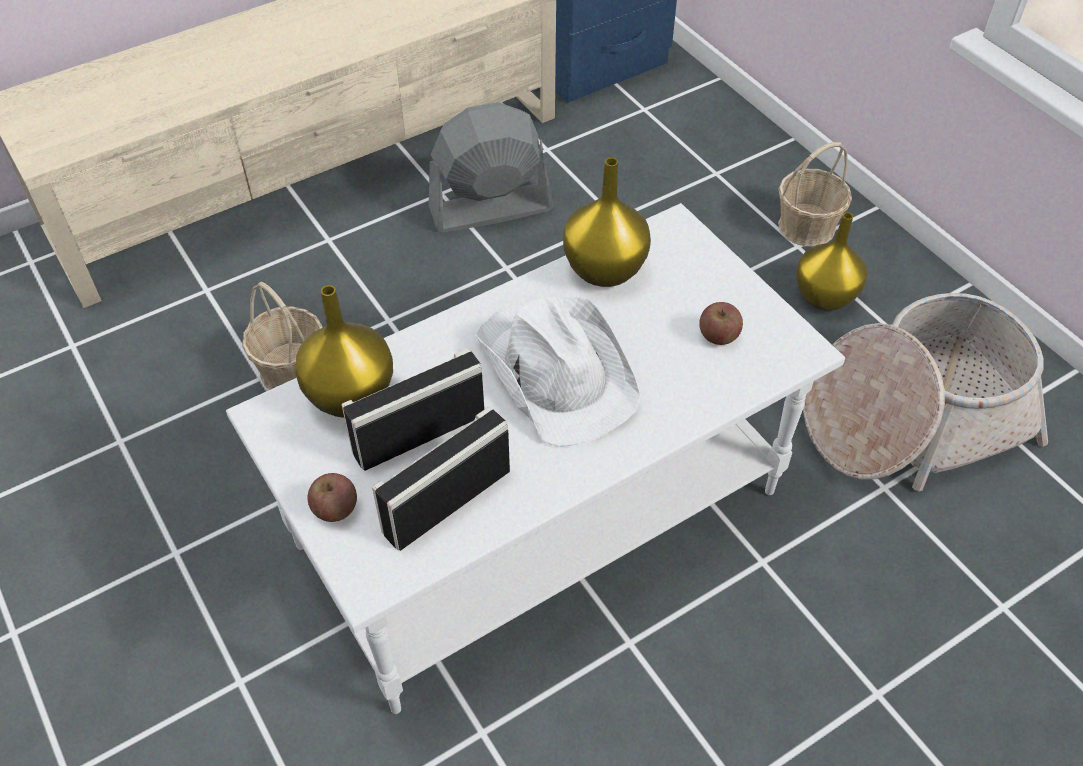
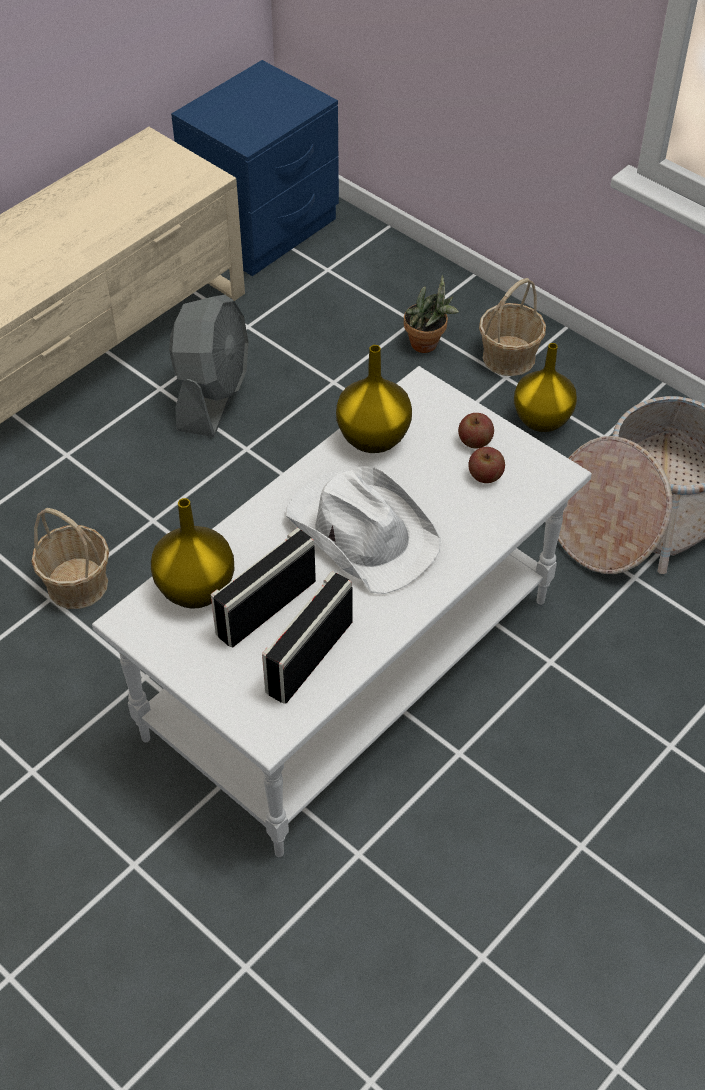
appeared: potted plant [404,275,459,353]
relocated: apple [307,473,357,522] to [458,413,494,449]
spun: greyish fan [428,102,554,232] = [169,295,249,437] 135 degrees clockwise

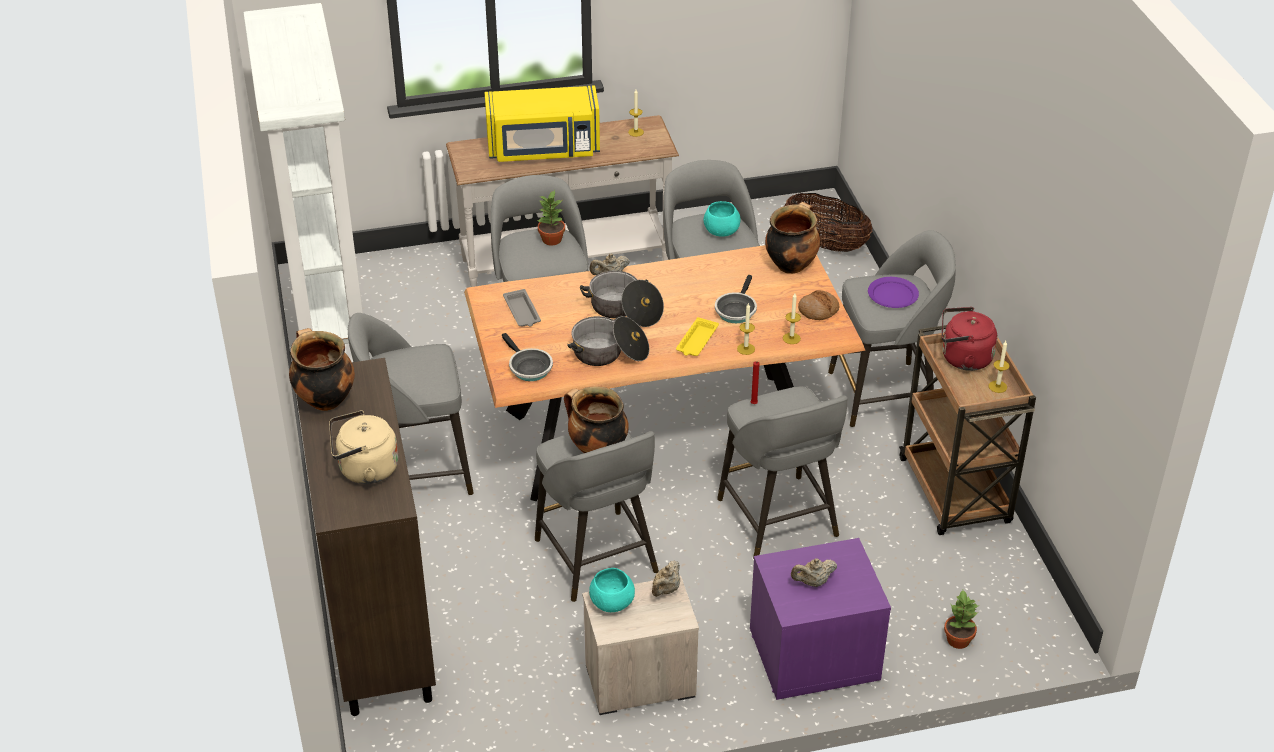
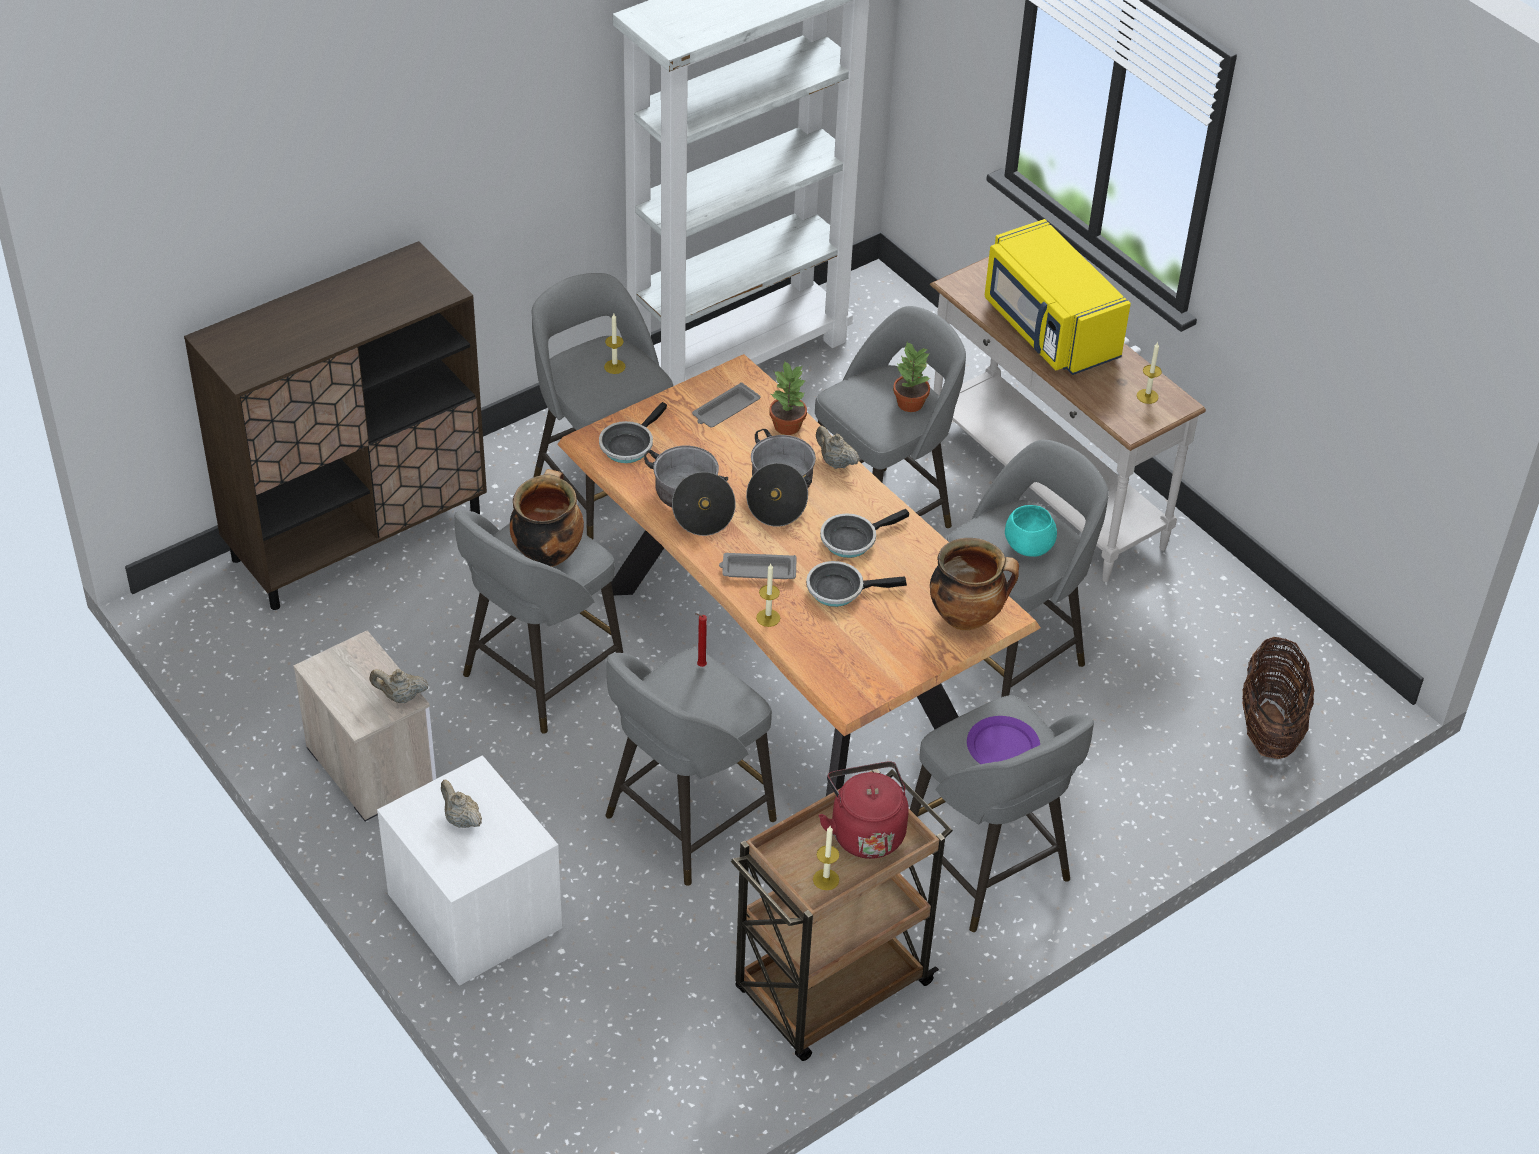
missing: stockpot [289,328,355,411]; beige water kettle [329,410,398,484]; blue-green serving bowl [589,568,635,612]; bread [798,290,839,320]
appeared: pan [820,509,909,558]
relocated: wax light [783,293,801,344] to [604,314,626,374]; potted plant [944,590,980,649] to [769,361,807,435]
colour: purple-coloured night table [750,538,891,700] to whitish night table [377,755,562,986]; yellow serving tray [676,317,719,356] to greyish serving tray [719,553,797,579]

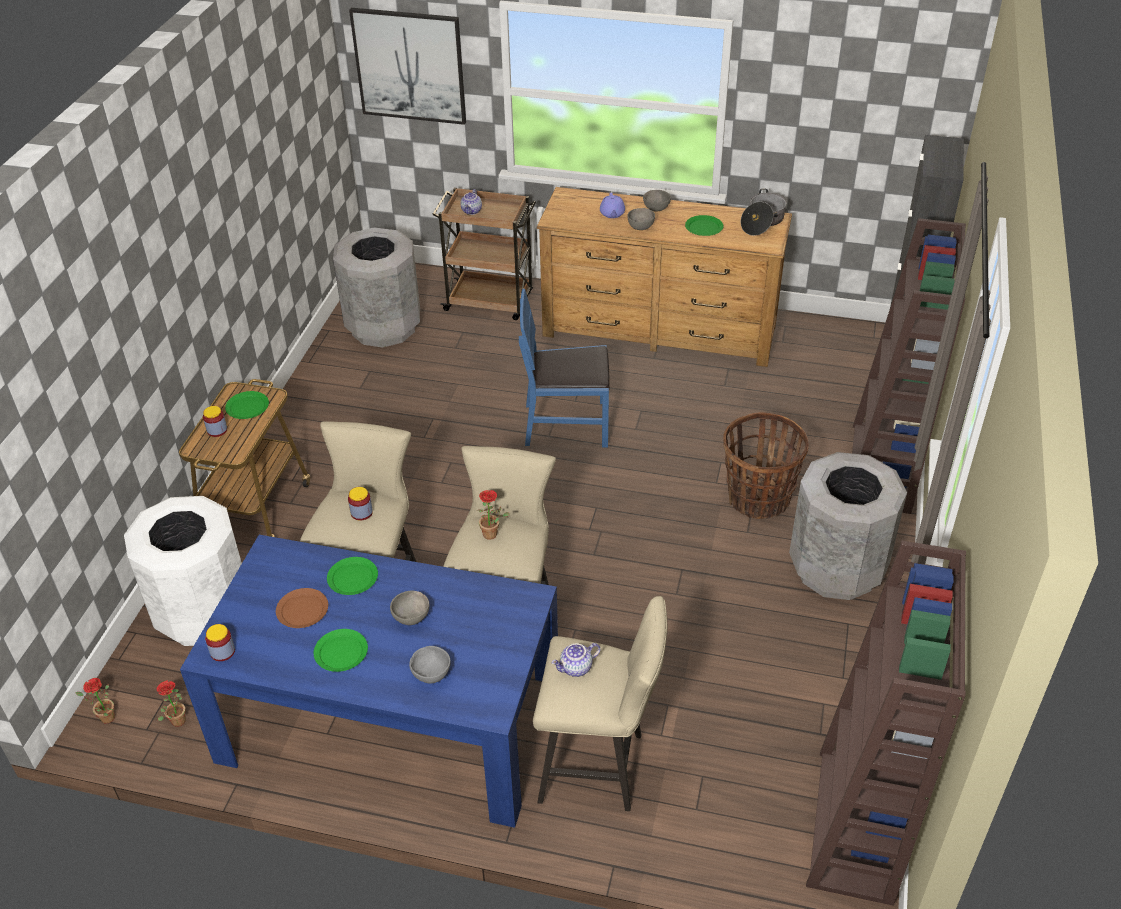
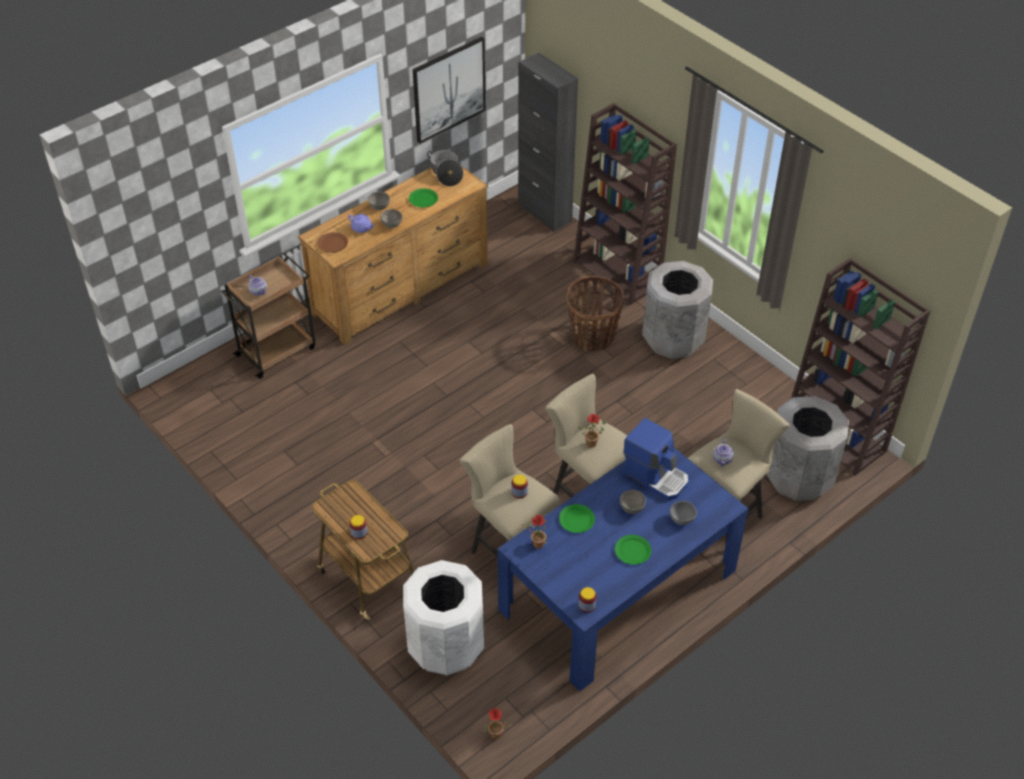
missing: green flat dish [225,391,269,419]; bluish chair [519,289,610,448]
appeared: coffee machine [622,418,689,500]
relocated: brown-coloured flat dish [276,588,328,628] to [318,232,348,253]; wall art [349,8,466,125] to [413,37,486,144]; potted plant [157,680,186,727] to [522,515,548,549]; greyish rubbish bin [333,228,420,347] to [767,396,849,501]

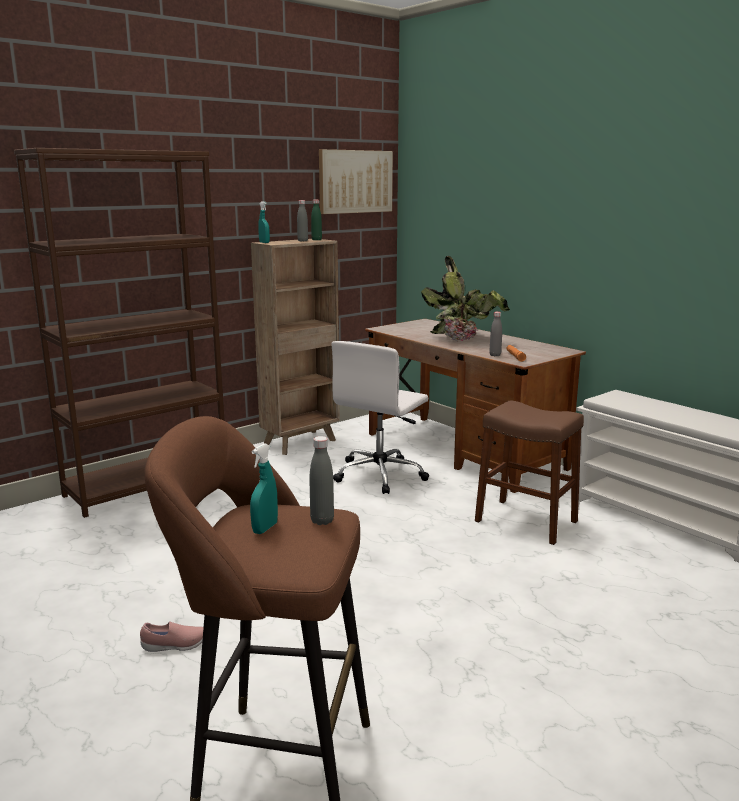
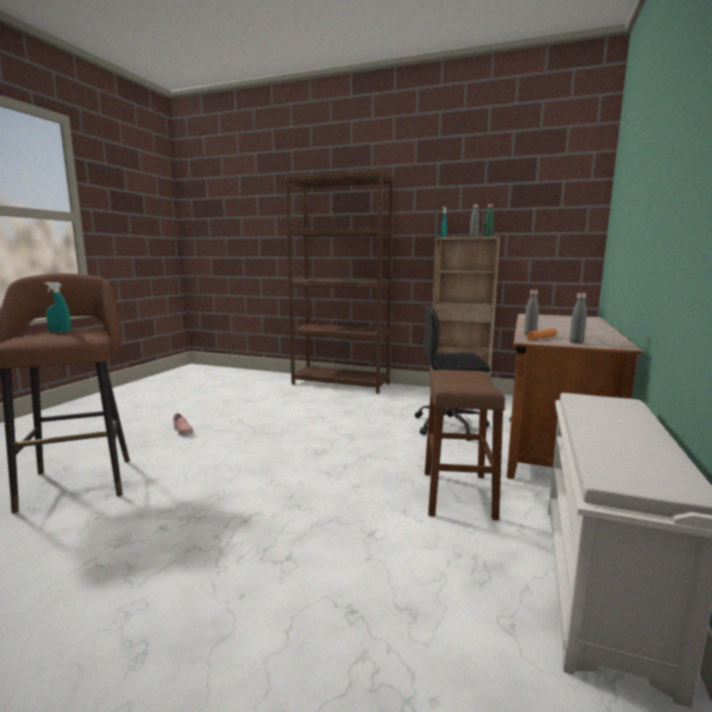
missing: wall art [319,149,393,214]; potted plant [421,256,510,341]
relocated: greyish beverage bottle [309,436,334,525] to [570,293,587,344]
colour: whitish office chair [331,341,429,494] to black office chair [415,305,490,441]

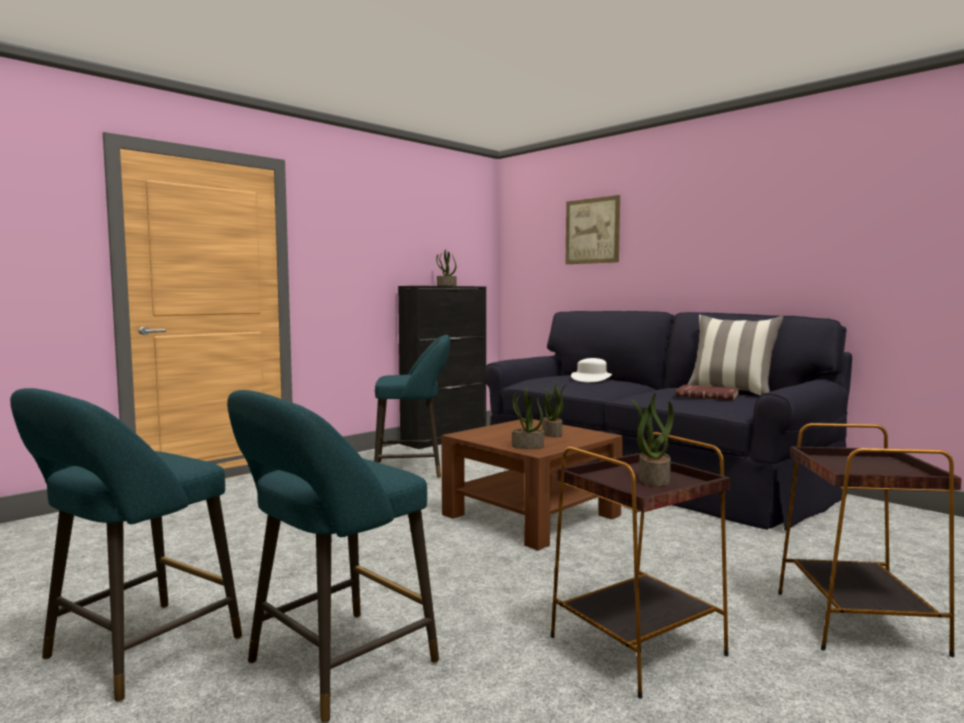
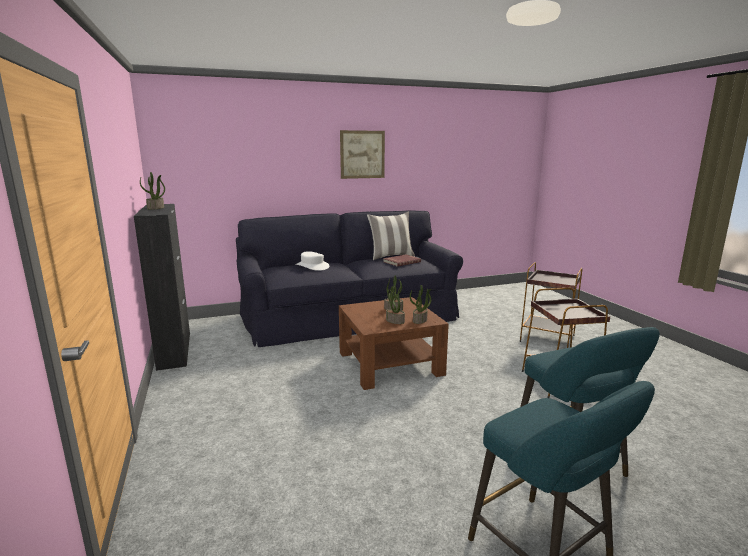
missing: blue-green stool seat [374,335,450,478]
relocated: wall art [566,195,620,264] to [340,130,385,179]; potted plant [631,392,674,487] to [386,285,405,324]

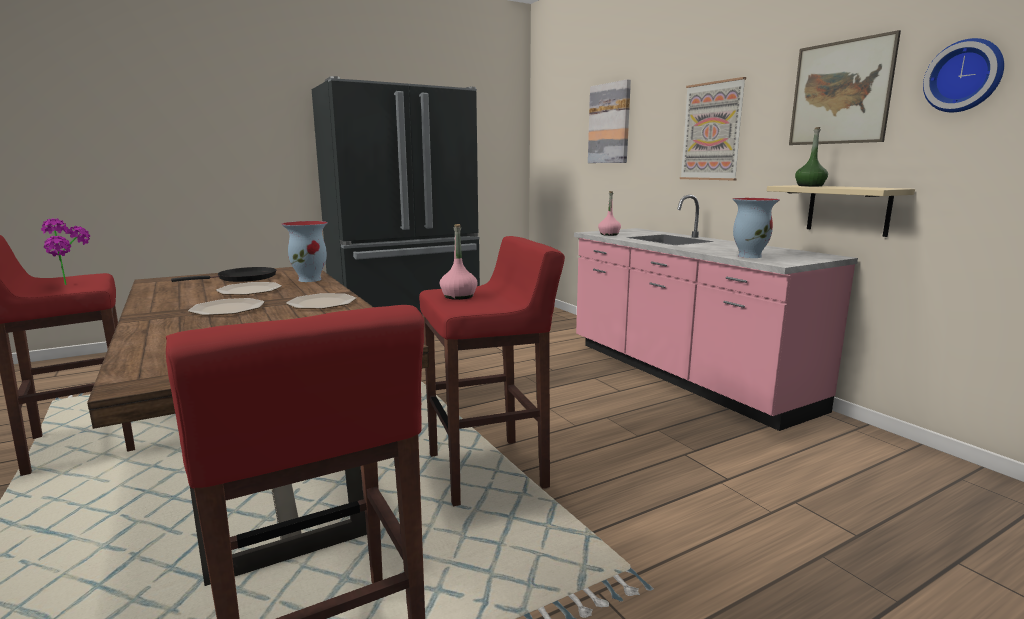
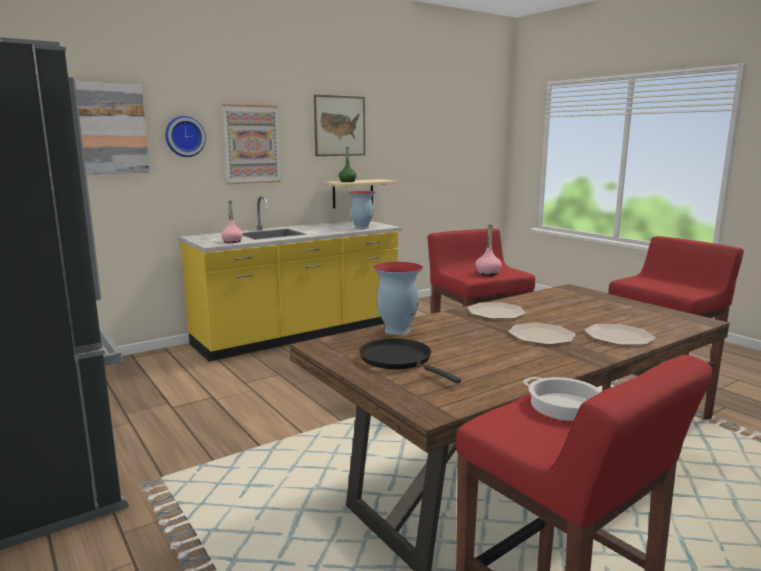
relocated: hanging clock [923,38,1004,112] to [165,116,206,157]; flat dish [216,282,282,295] to [584,324,655,345]
exchanged: potted plant [41,218,90,285] to stockpot [523,377,602,421]
colour: pink-coloured counter [574,195,858,431] to yellow counter [179,196,402,362]

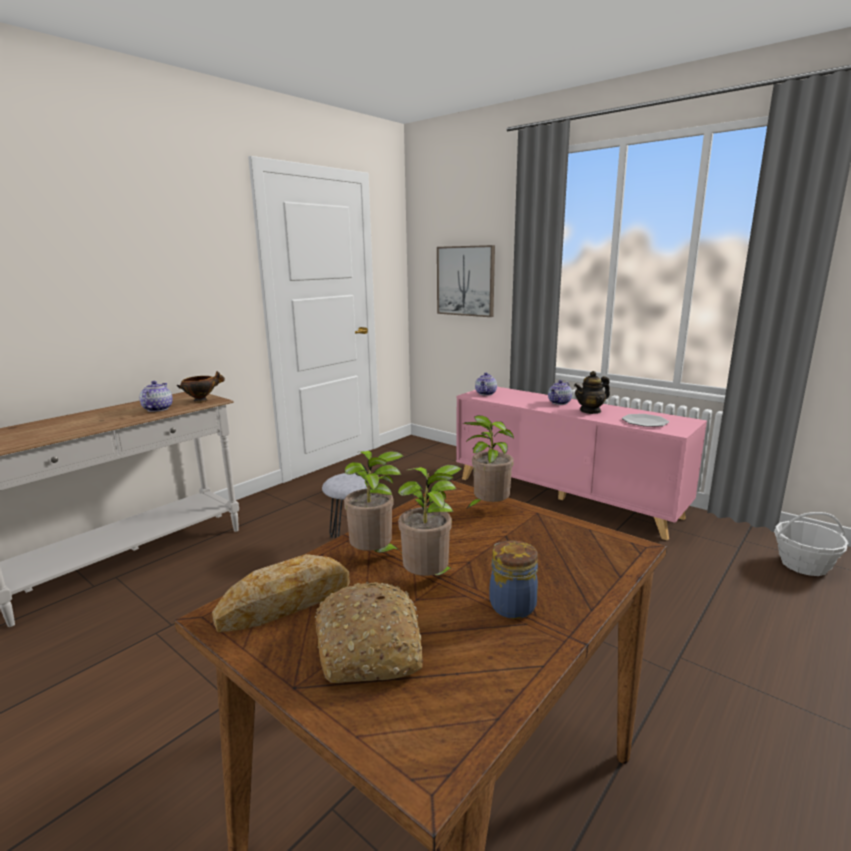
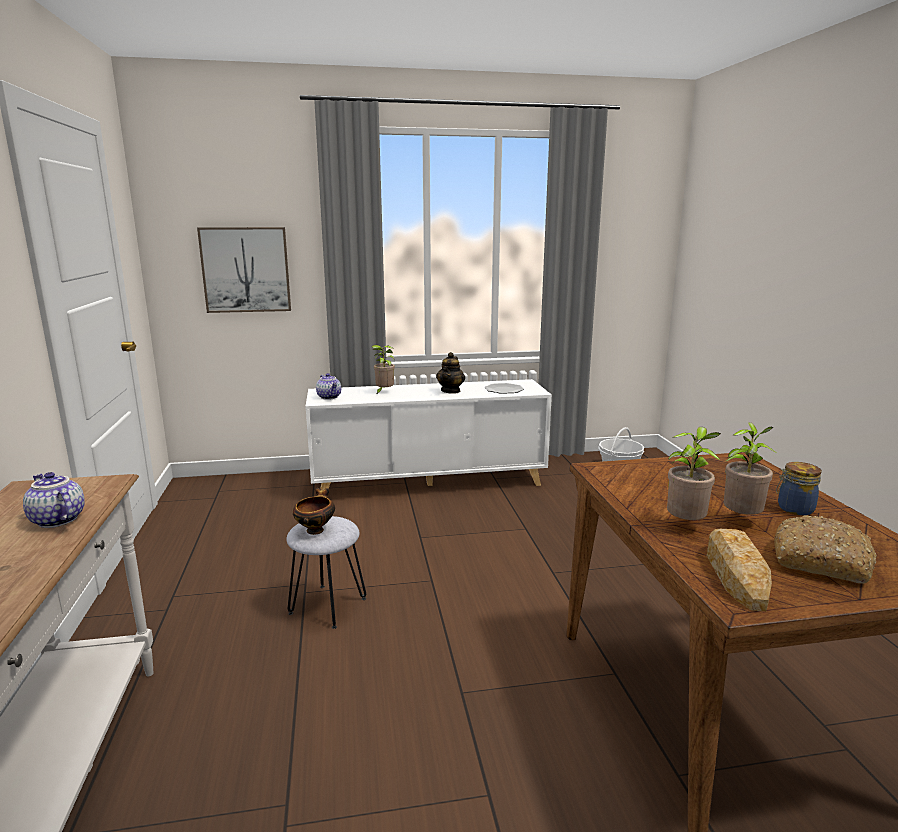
missing: tea pot [548,380,572,405]
relocated: serving bowl [177,371,225,403] to [293,488,335,535]; potted plant [462,415,514,509] to [371,345,395,395]
colour: pink-coloured cupboard [456,387,707,541] to whitish cupboard [305,379,552,490]

